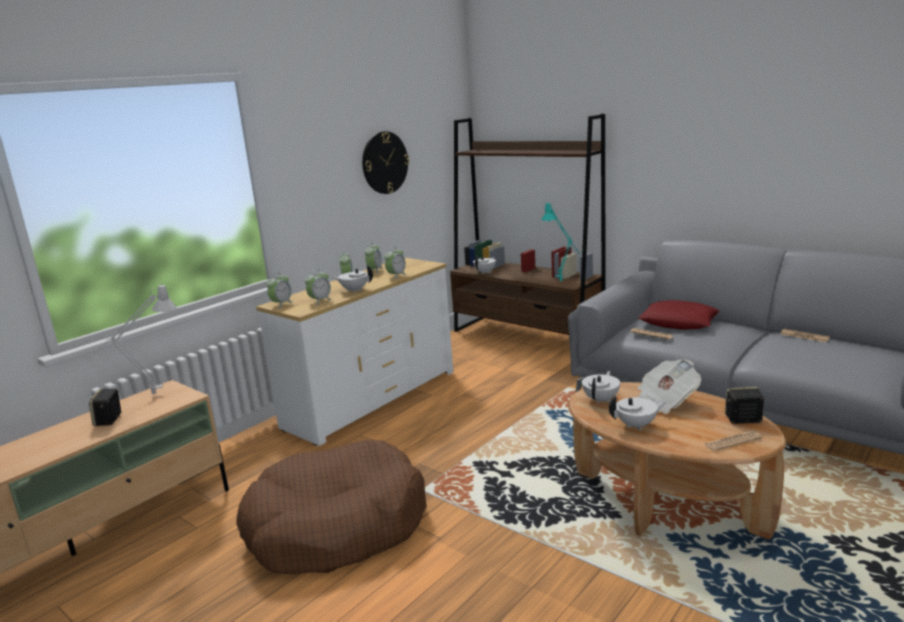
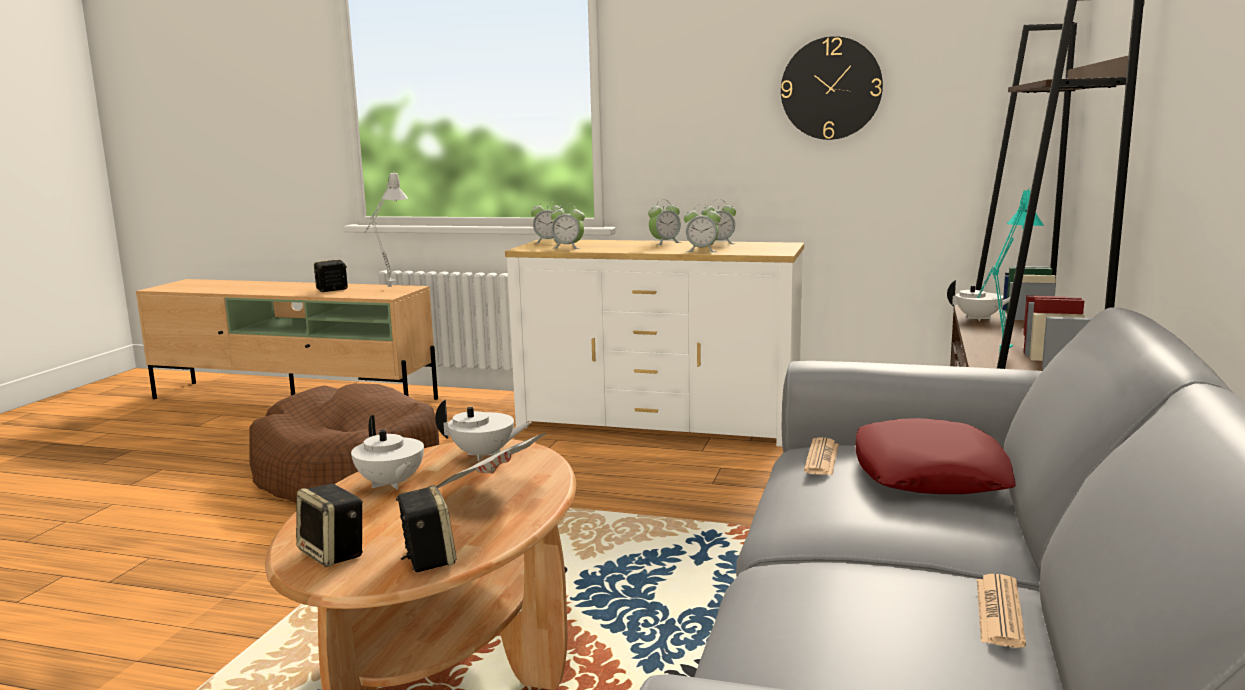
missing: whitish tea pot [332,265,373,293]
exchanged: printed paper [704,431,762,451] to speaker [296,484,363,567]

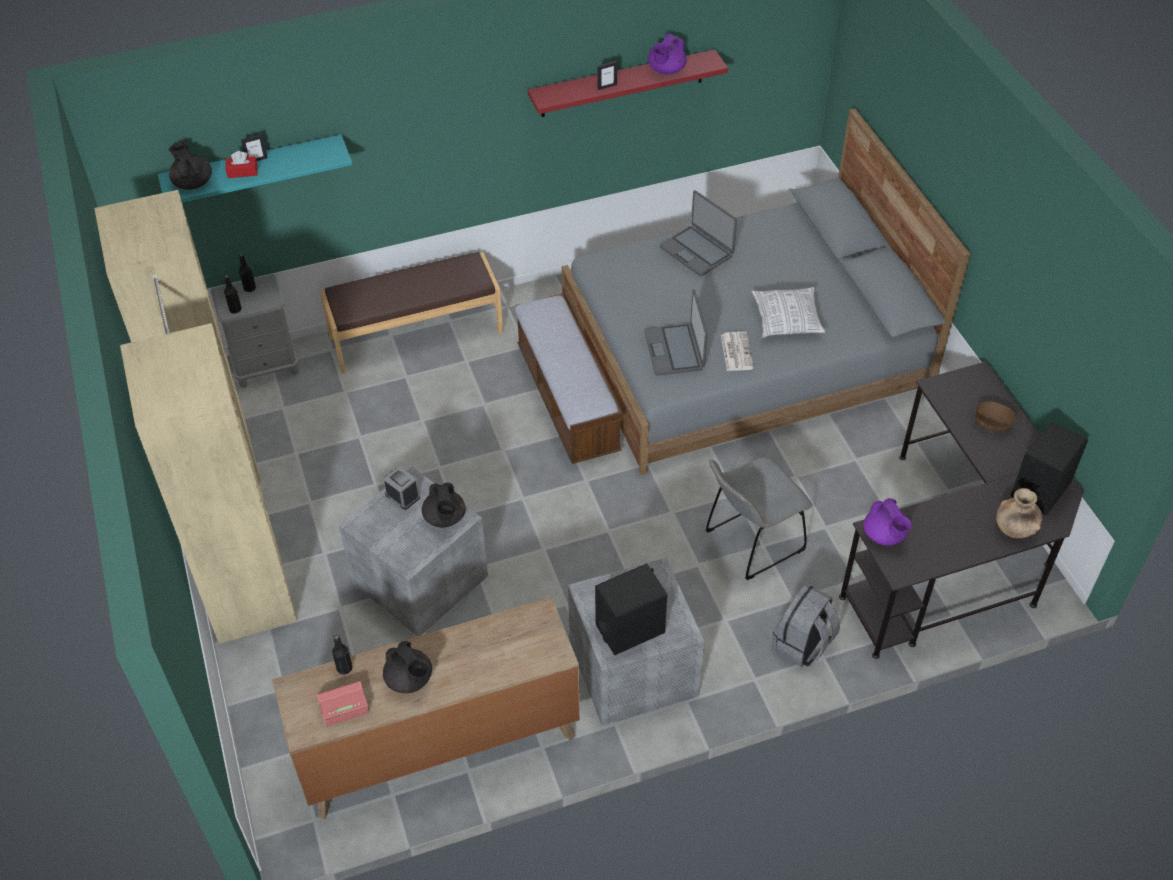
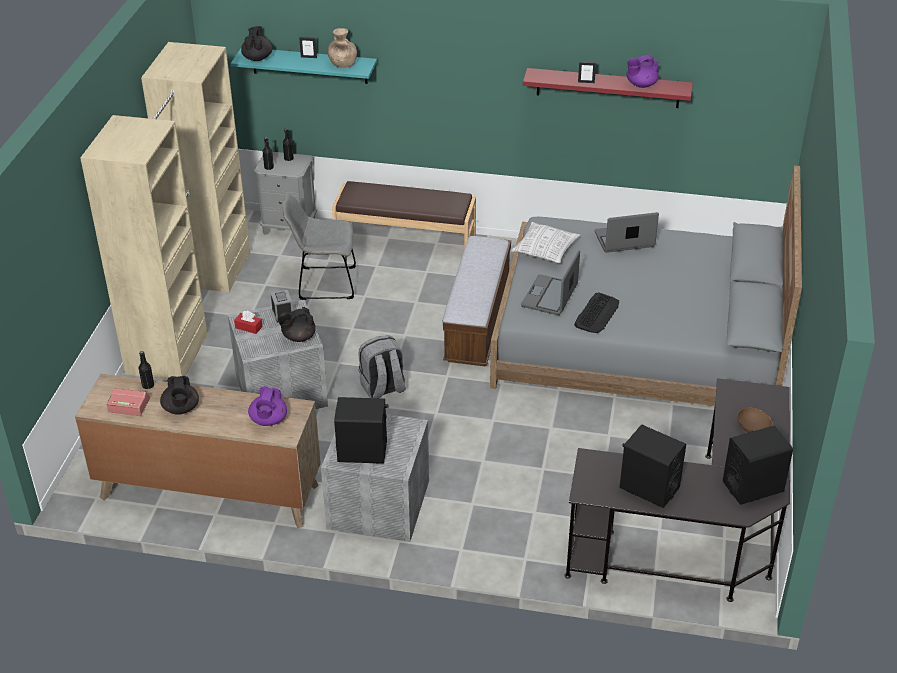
appeared: black speaker [620,424,686,508]
relocated: red-coloured tissue holder [225,151,258,178] to [234,311,263,334]; purple-coloured tea pot [863,498,912,546] to [248,386,287,426]; greyish chair [706,457,812,580] to [283,194,356,300]; brown-coloured flower vase [996,488,1042,538] to [328,28,357,68]; greyish backpack [772,584,840,667] to [359,335,406,398]; pillow [752,287,826,338] to [511,222,580,263]
exchanged: printed paper [721,331,754,371] to computer keyboard [574,293,619,333]
spun: black tea pot [422,482,465,528] = [278,307,316,342] 45 degrees clockwise; notebook computer [660,190,737,276] = [595,212,659,253] 90 degrees clockwise

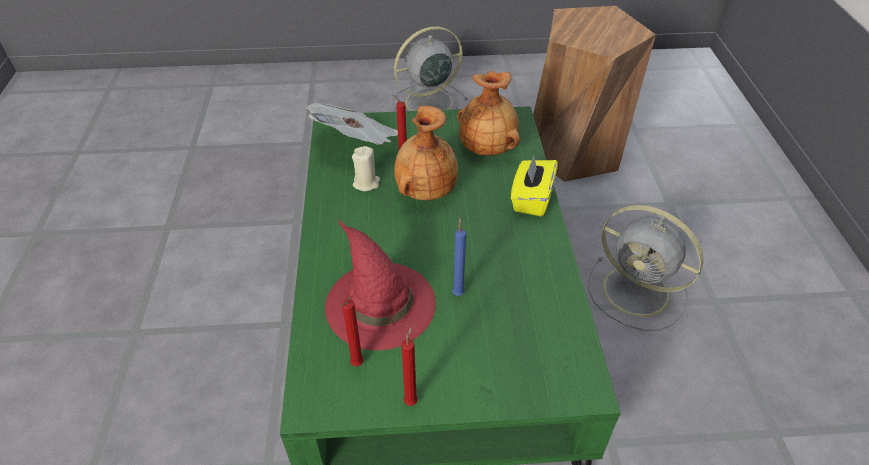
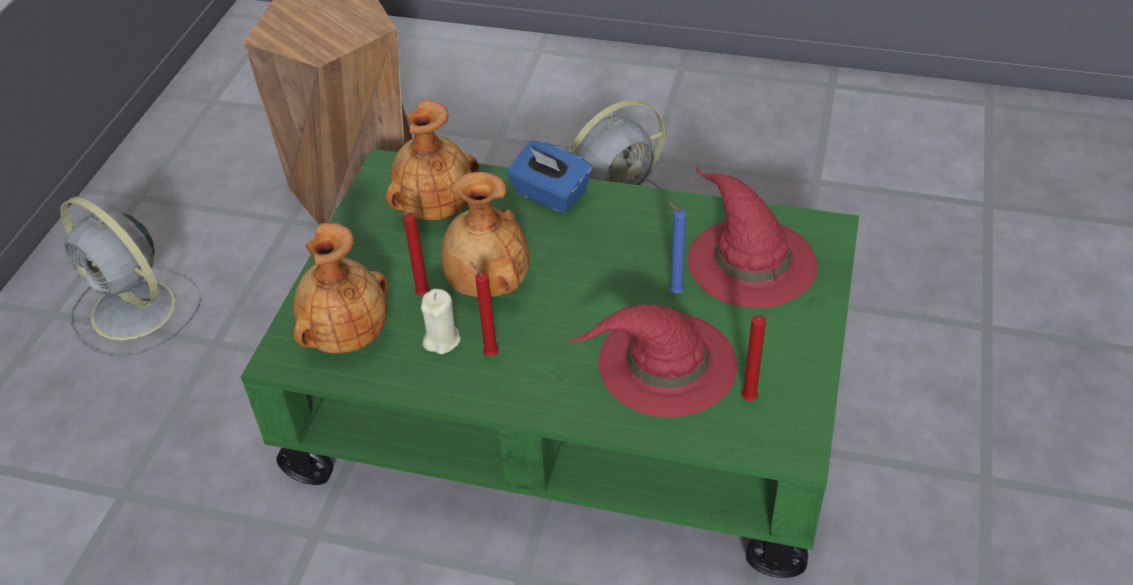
appeared: red-coloured hat [688,167,818,308]
relocated: red-coloured wax light [401,326,418,406] to [470,261,499,356]
exchanged: printed paper [306,102,398,145] to brown-coloured flower vase [293,223,388,353]
colour: yellow tissue holder [511,155,558,216] to bluish tissue holder [507,141,592,213]
spun: greyish fan [393,26,468,112] = [60,197,201,356] 45 degrees counterclockwise

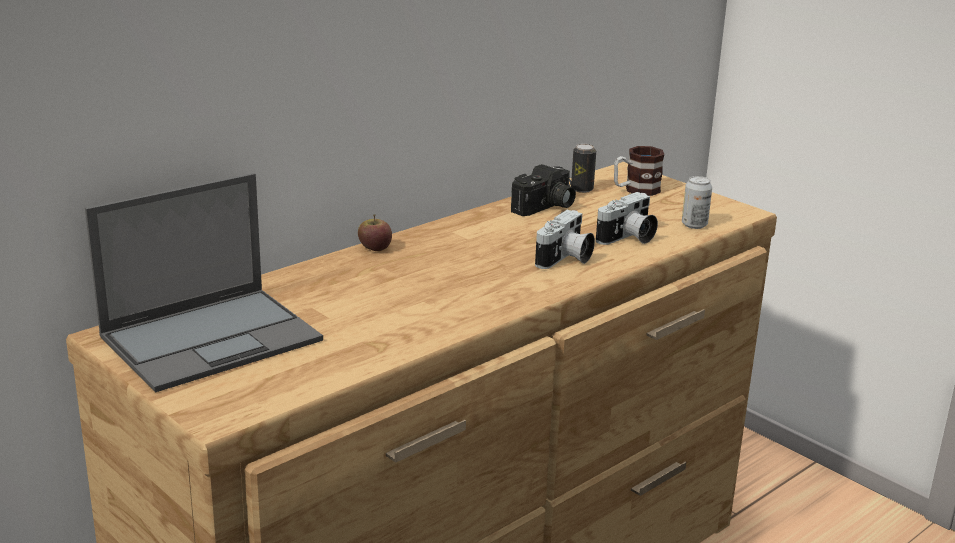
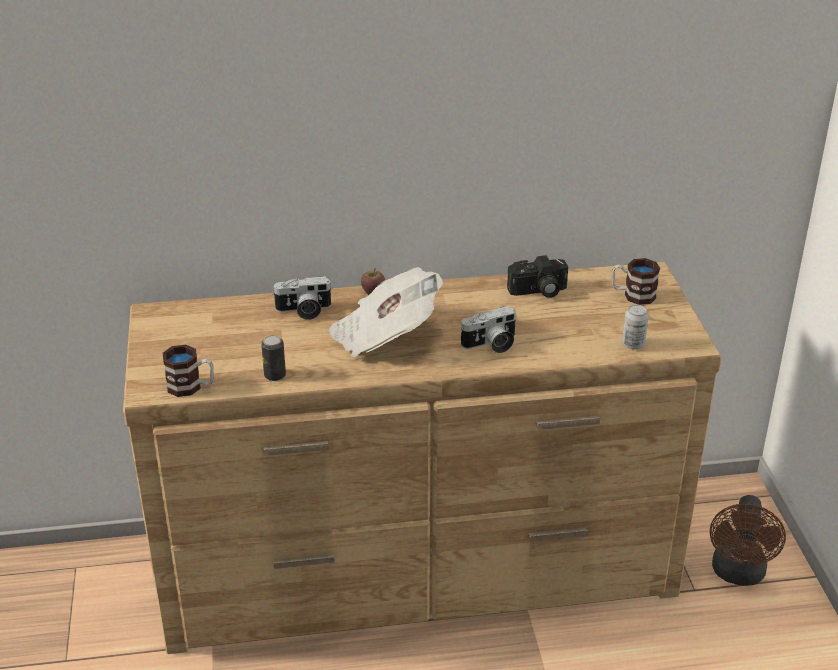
missing: notebook computer [85,173,323,392]
appeared: coffee mug [163,345,214,397]; printed paper [329,267,443,357]; brown-coloured fan [710,495,786,586]
relocated: can [571,144,596,193] to [261,335,286,381]; still camera [596,192,658,245] to [272,276,333,320]

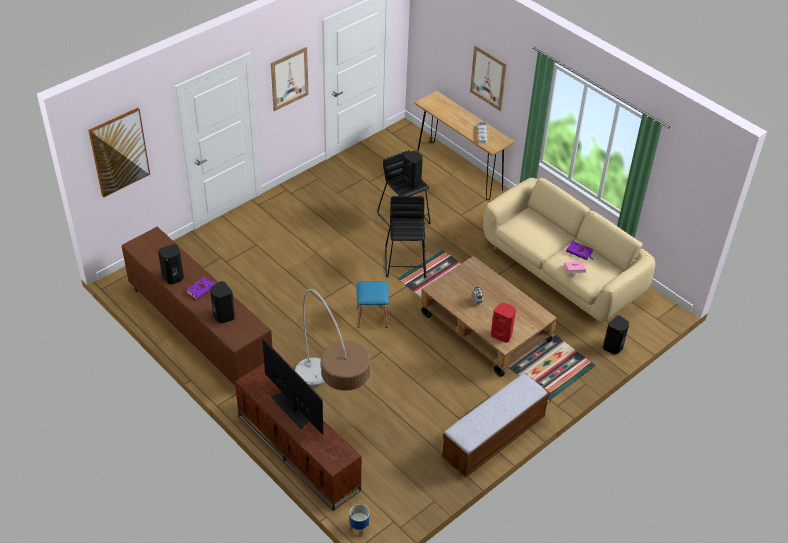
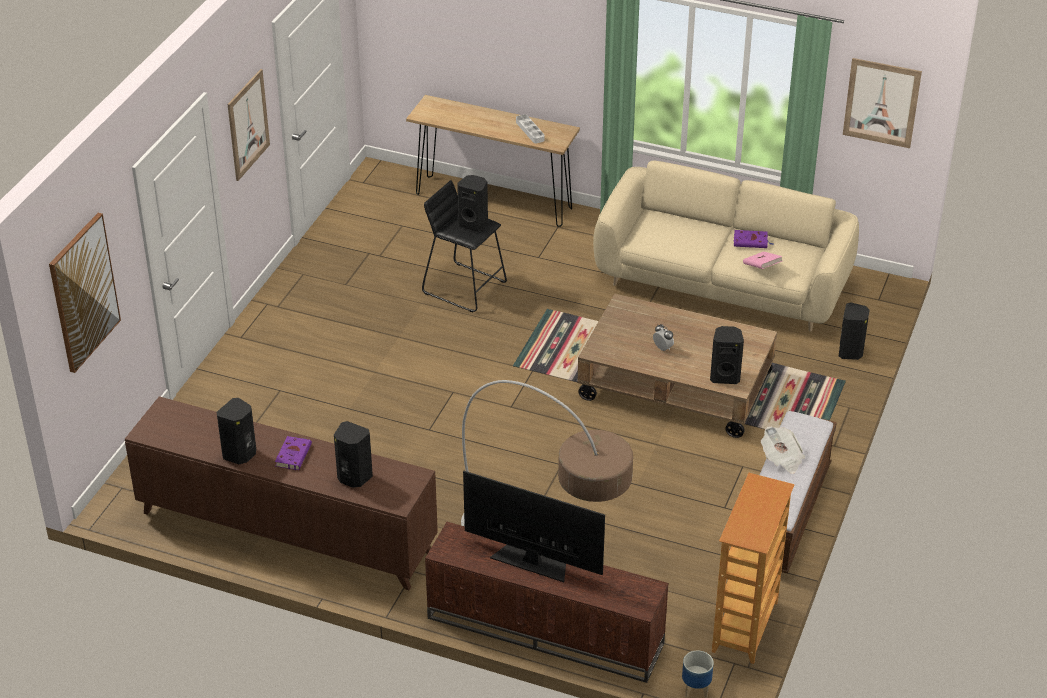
missing: bluish stool seat [357,281,389,328]; black stool seat [385,196,426,278]
appeared: bookshelf [712,473,795,664]; printed paper [761,426,805,474]
relocated: wall art [470,45,507,111] to [843,58,922,148]
colour: red-coloured speaker [491,303,516,343] to black speaker [710,326,744,384]

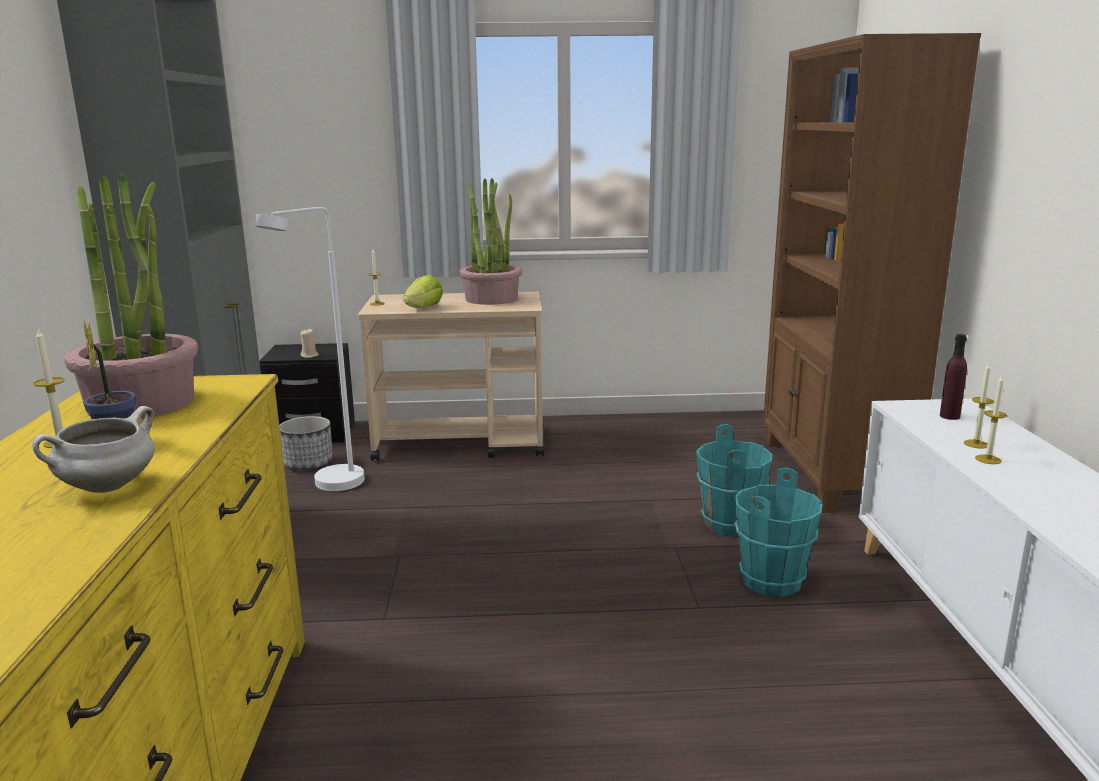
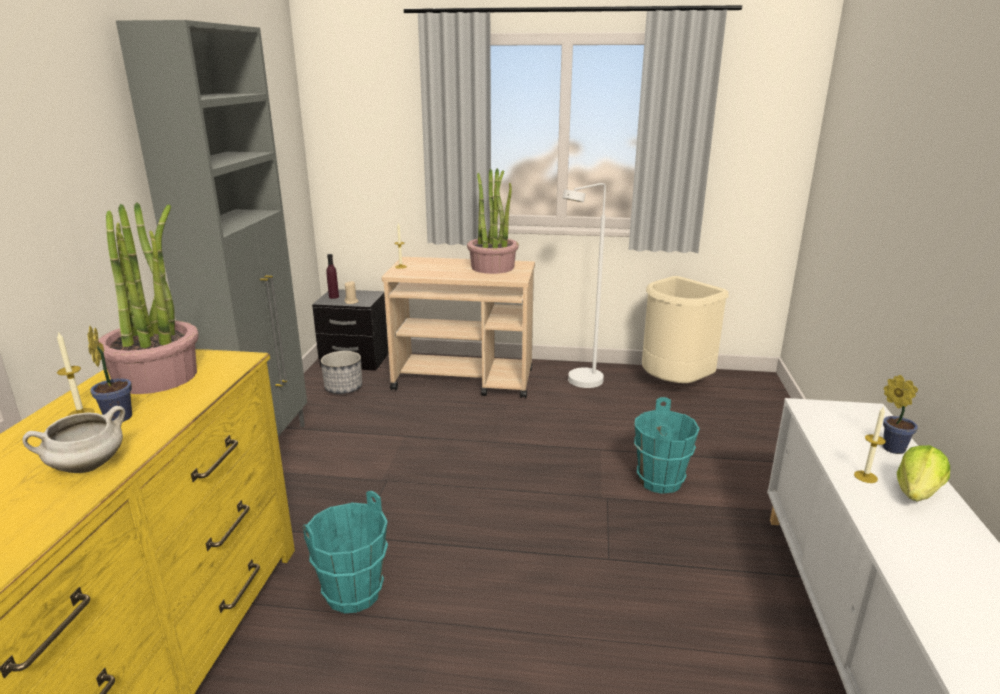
missing: brown-coloured bookshelf [763,33,981,513]; wax light [964,363,994,449]
appeared: beige rubbish bin [642,276,729,383]; potted plant [883,375,918,454]
relocated: blue-green water bucket [734,467,822,597] to [303,491,388,613]; purple-coloured beverage bottle [940,334,967,420] to [326,254,339,299]; whitish floor lamp [255,207,365,491] to [563,183,606,388]; lettuce head [403,275,443,308] to [897,445,950,501]

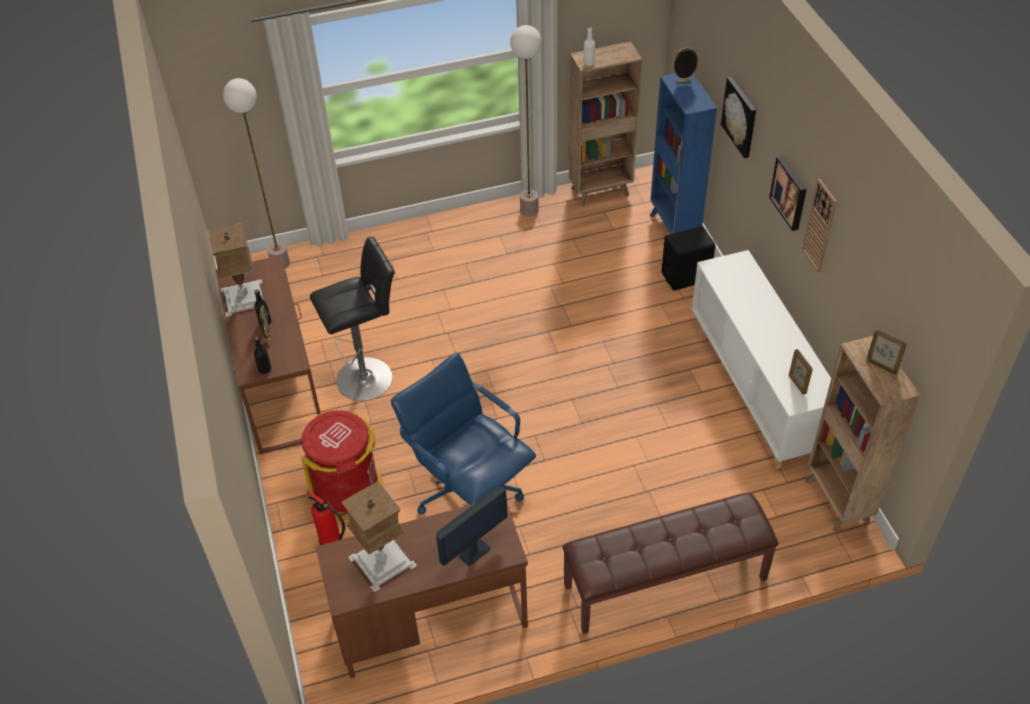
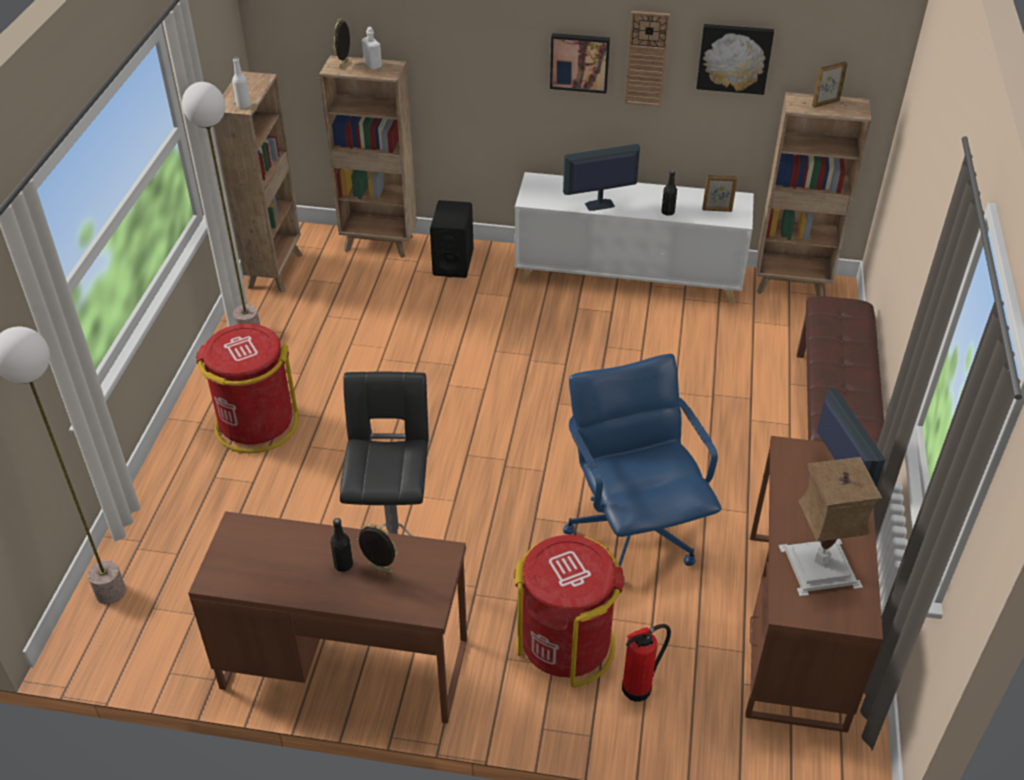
missing: lamp for a table [207,223,268,317]
appeared: red-coloured rubbish bin [196,324,298,453]; whitish beverage bottle [362,27,382,70]; monitor [563,144,640,211]
relocated: black beverage bottle [254,337,271,374] to [662,170,677,216]; wall art [721,77,756,158] to [696,24,774,95]
colour: bluish bookshelf [650,73,717,235] to brown-coloured bookshelf [319,55,417,258]
spun: bluish office chair [391,353,536,514] = [563,354,721,567] 90 degrees clockwise

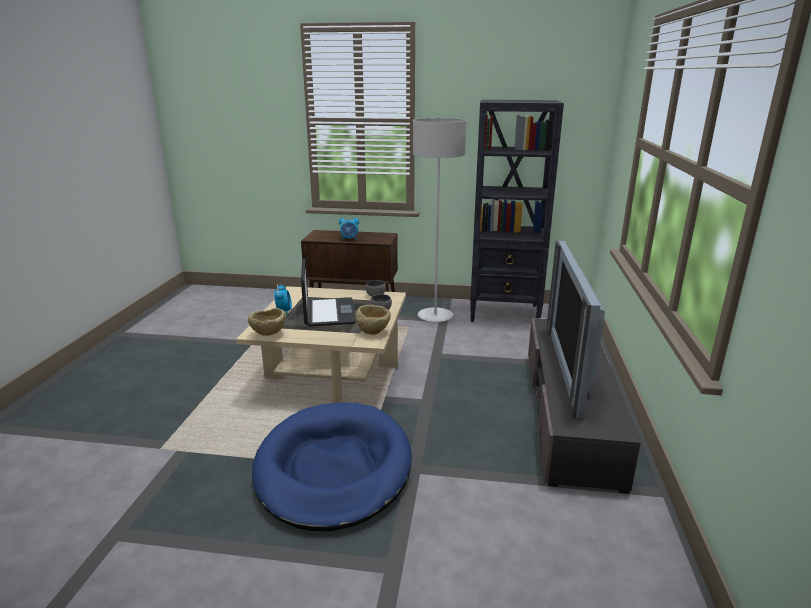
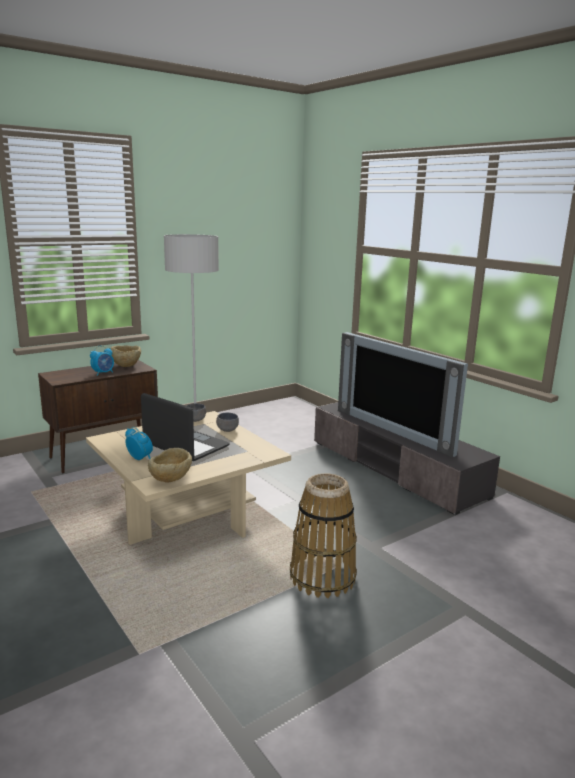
missing: black bookshelf [470,100,564,322]
relocated: beige serving bowl [355,305,391,335] to [111,345,141,367]
exchanged: bluish pet bed [252,403,412,531] to basket [290,473,357,598]

